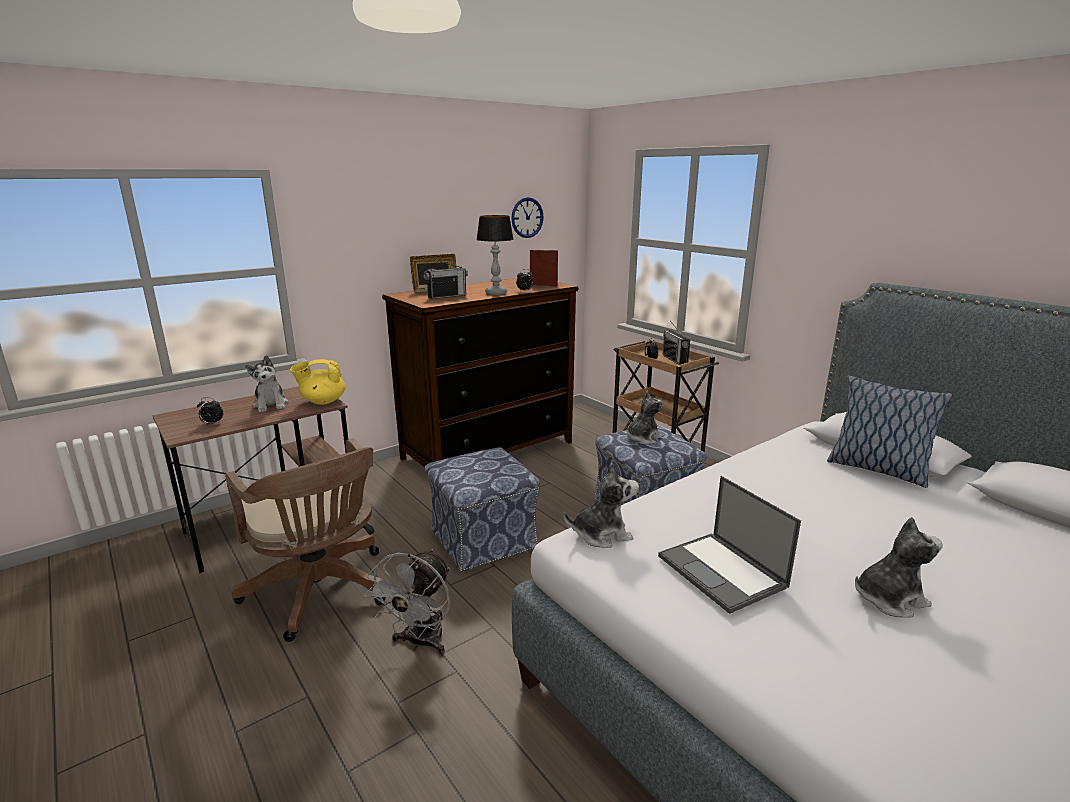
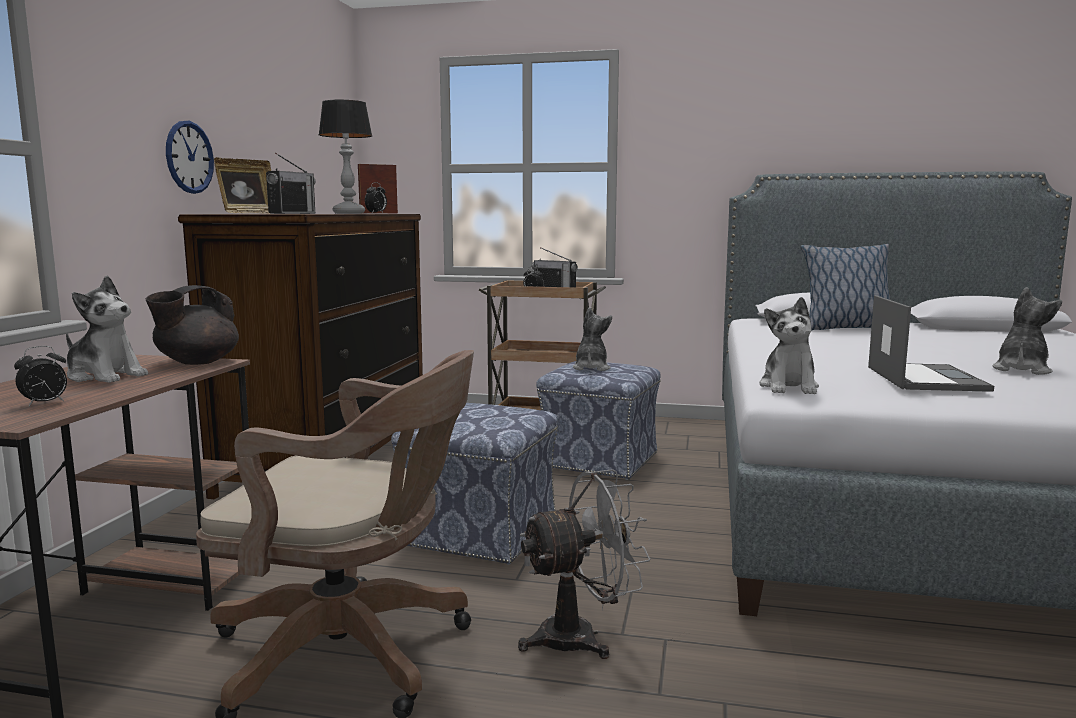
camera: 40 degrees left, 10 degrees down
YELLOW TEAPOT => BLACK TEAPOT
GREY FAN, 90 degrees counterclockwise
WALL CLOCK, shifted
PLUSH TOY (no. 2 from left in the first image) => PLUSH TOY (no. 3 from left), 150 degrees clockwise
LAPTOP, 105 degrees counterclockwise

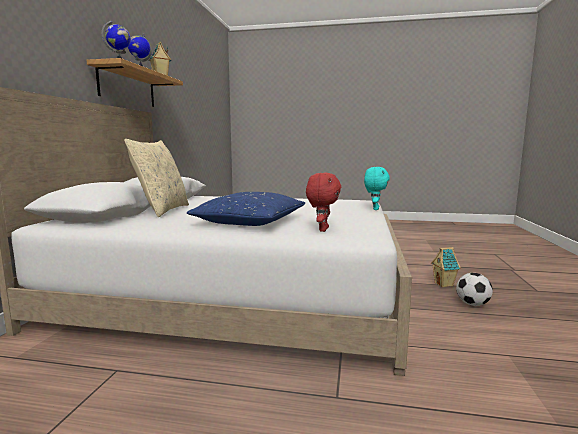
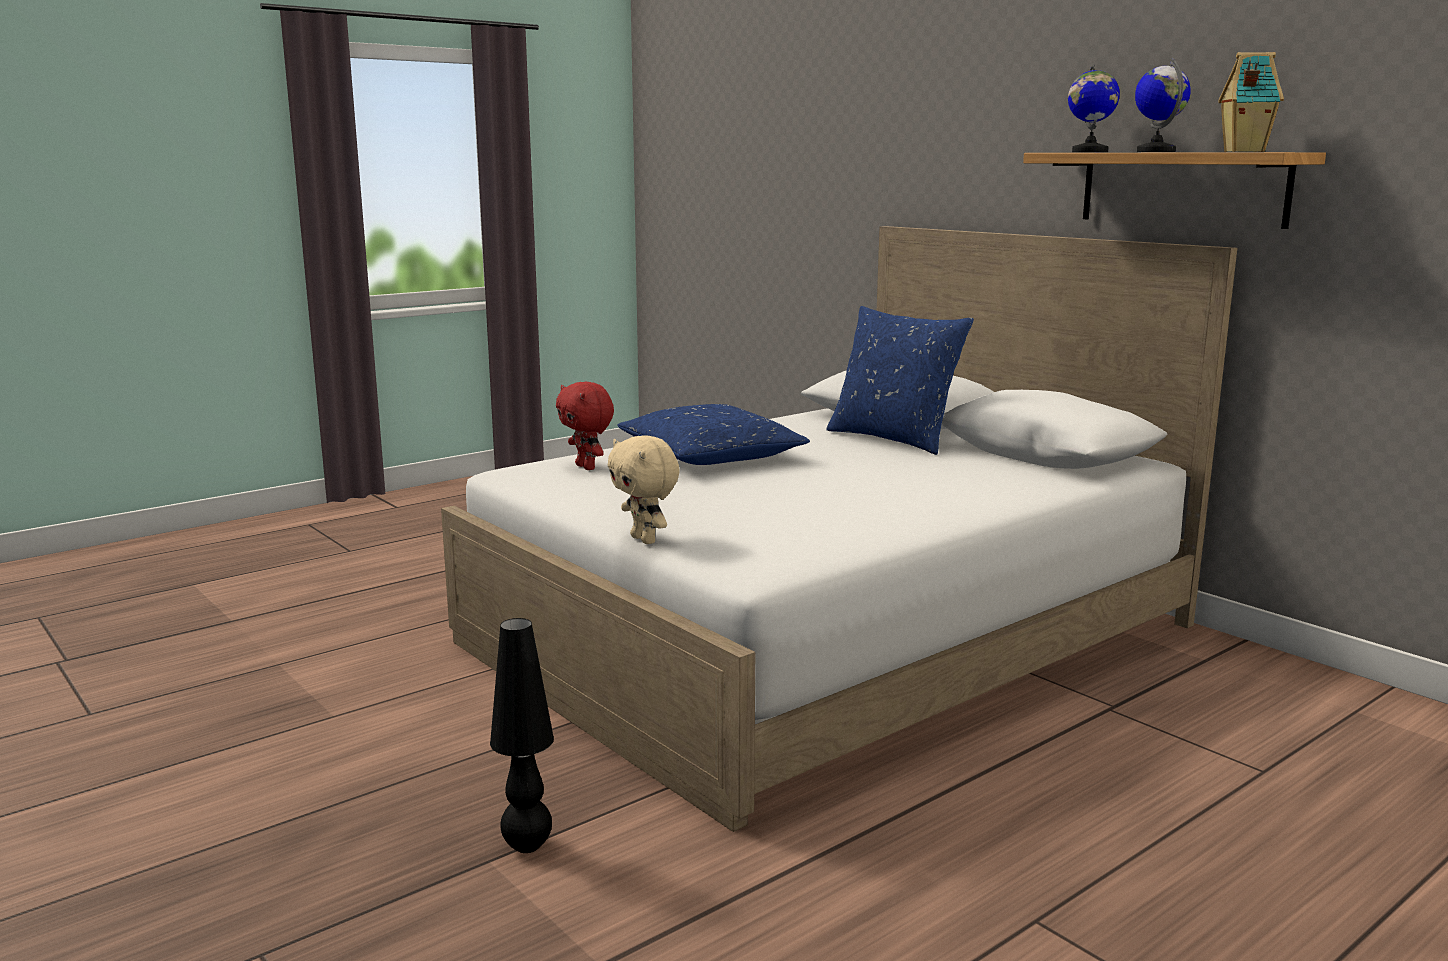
camera: 130 degrees right, 5 degrees up
BEIGE PILLOW => BLUE PILLOW (no. 2 from left)
TURQUOISE PLUSH TOY => BEIGE PLUSH TOY
TOY HOUSE (no. 2 from left) => BLACK TABLE LAMP
FOOTBALL => nothing

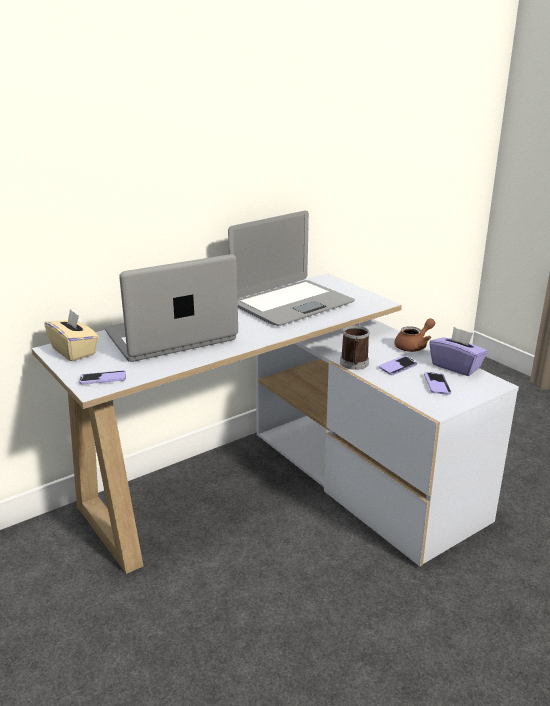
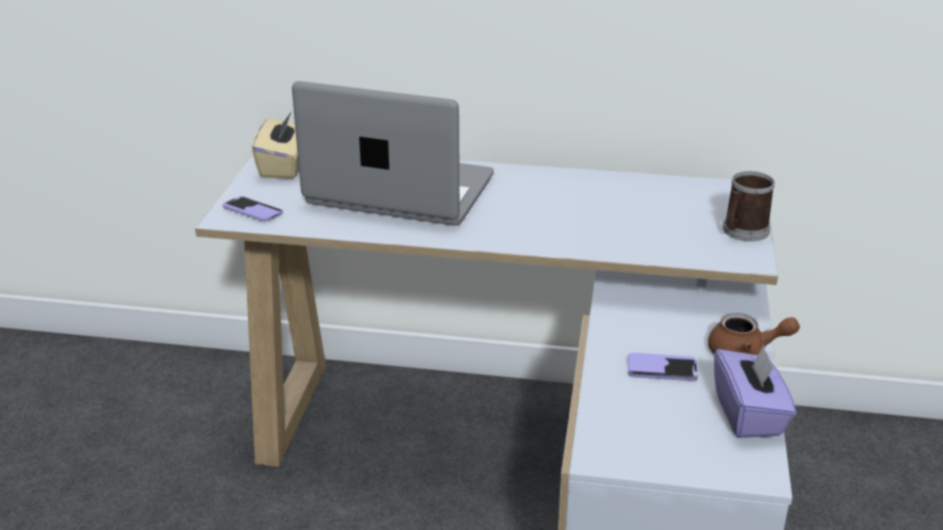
camera: 45 degrees right, 5 degrees up
LAPTOP (no. 2 from left) => nothing
MUG, shifted
PHONE (no. 3 from left) => nothing

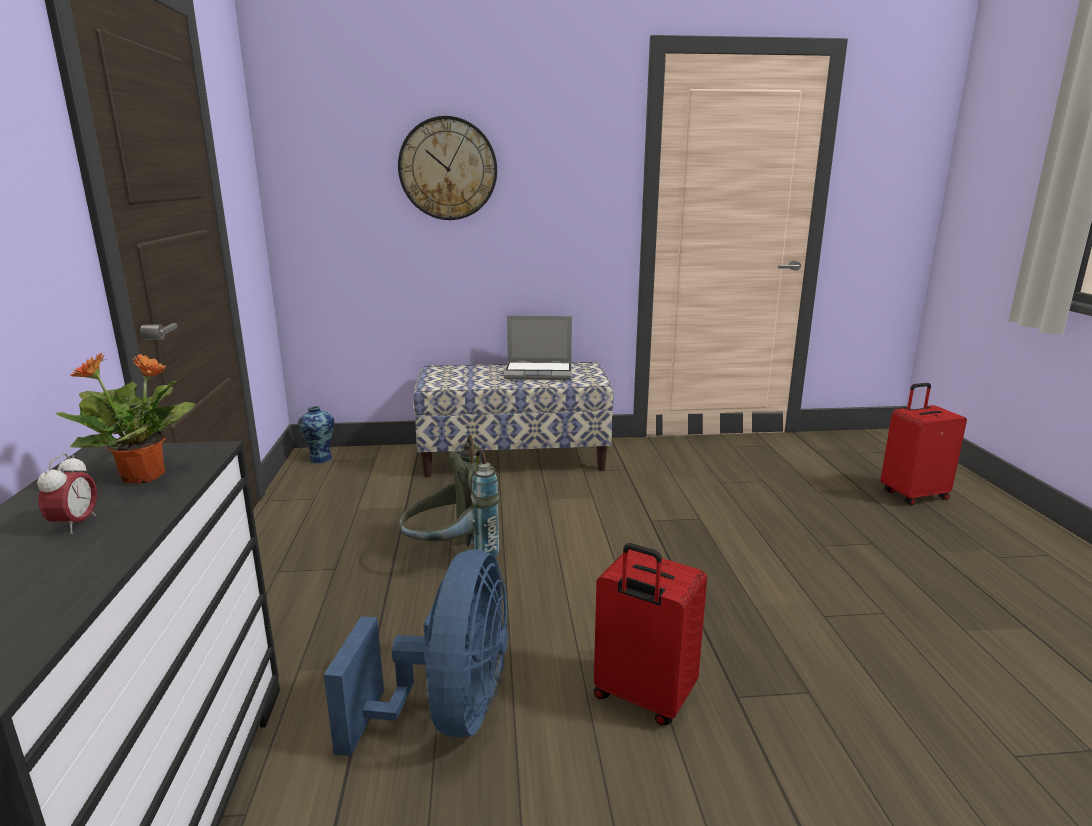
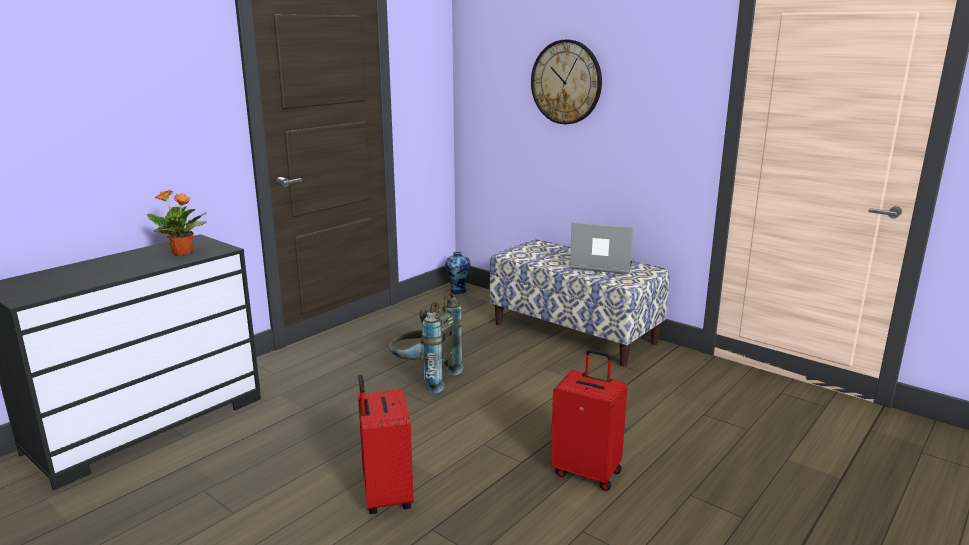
camera: 45 degrees right, 0 degrees up
ALARM CLOCK => nothing
BLUE FAN => nothing
LAPTOP, 150 degrees clockwise
RED SUITCASE (no. 2 from left), shifted

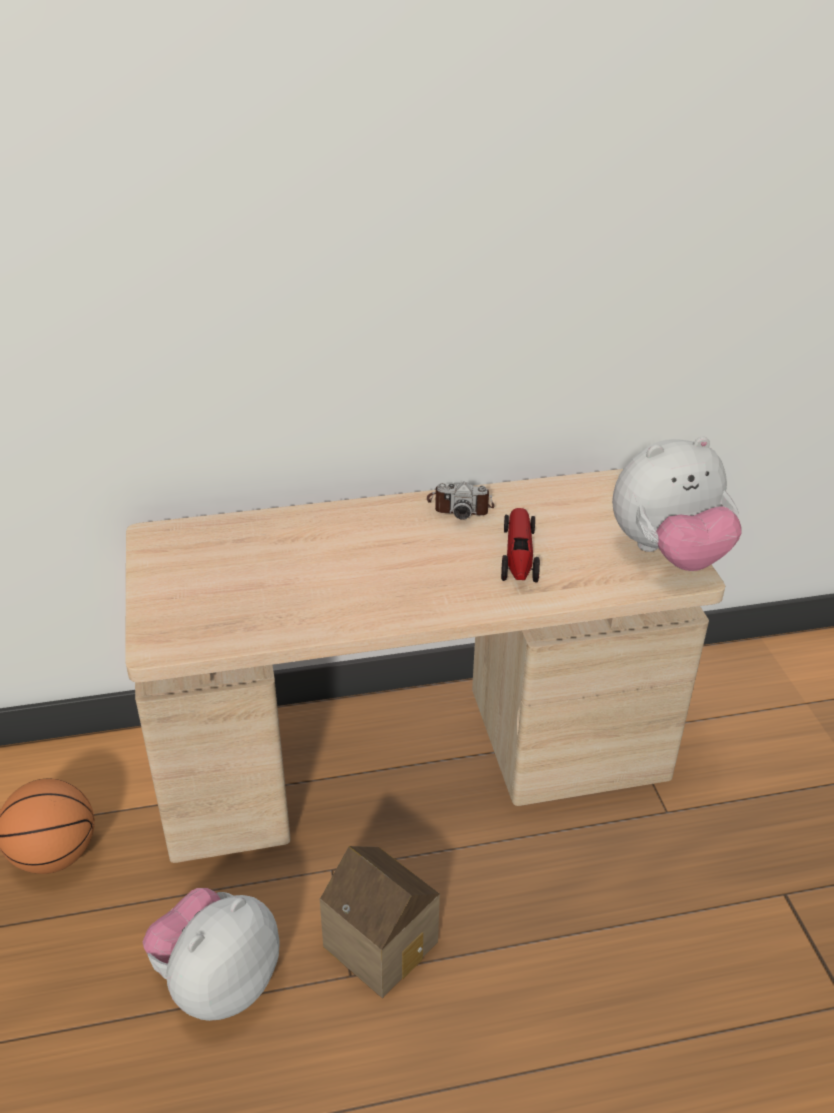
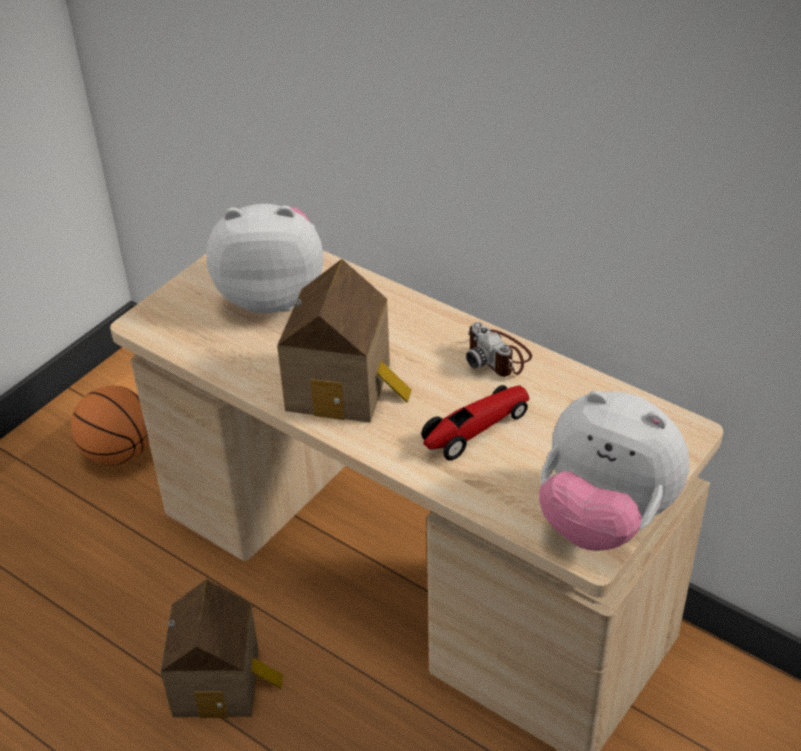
camera: 50 degrees right, 5 degrees up
PLUSH TOY (no. 1 from left), shifted
nothing => TOY HOUSE (no. 2 from left)

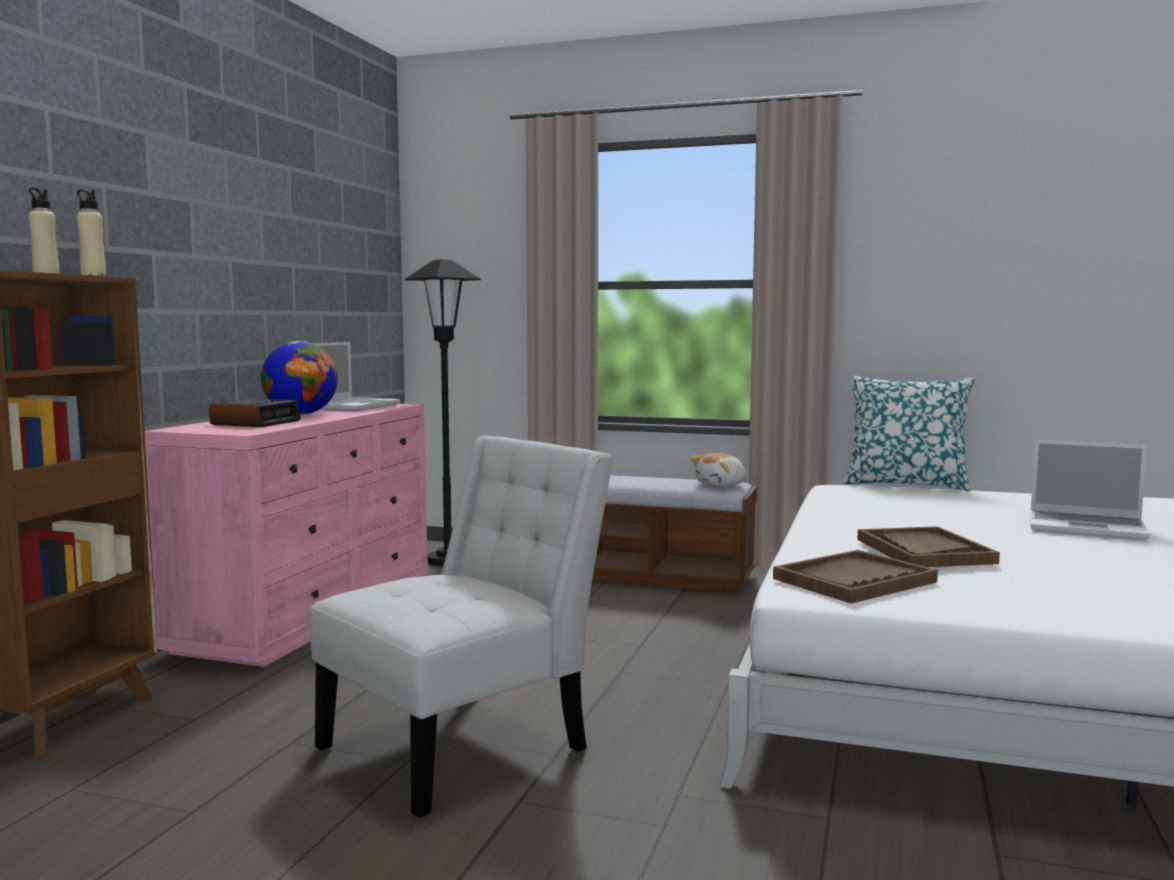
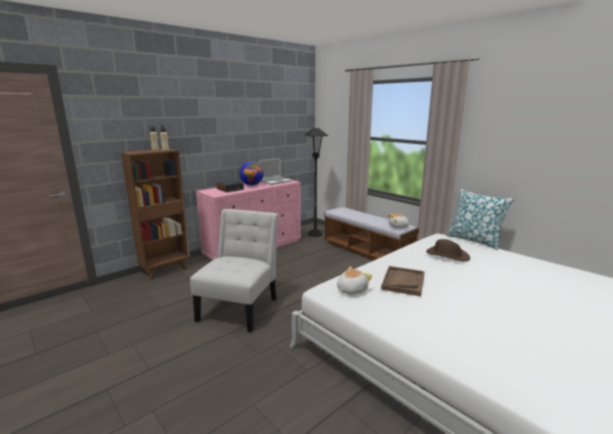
camera: 30 degrees right, 10 degrees up
WHITE CHAIR, 60 degrees counterclockwise
BROWN TRAY (no. 1 from left) => PLUSH TOY (no. 1 from left)
LAPTOP (no. 2 from left) => nothing
nothing => BROWN HAT

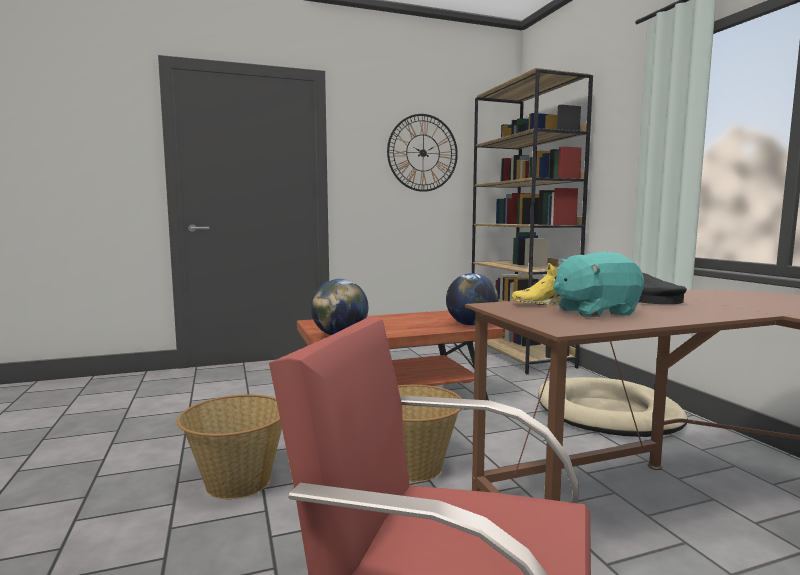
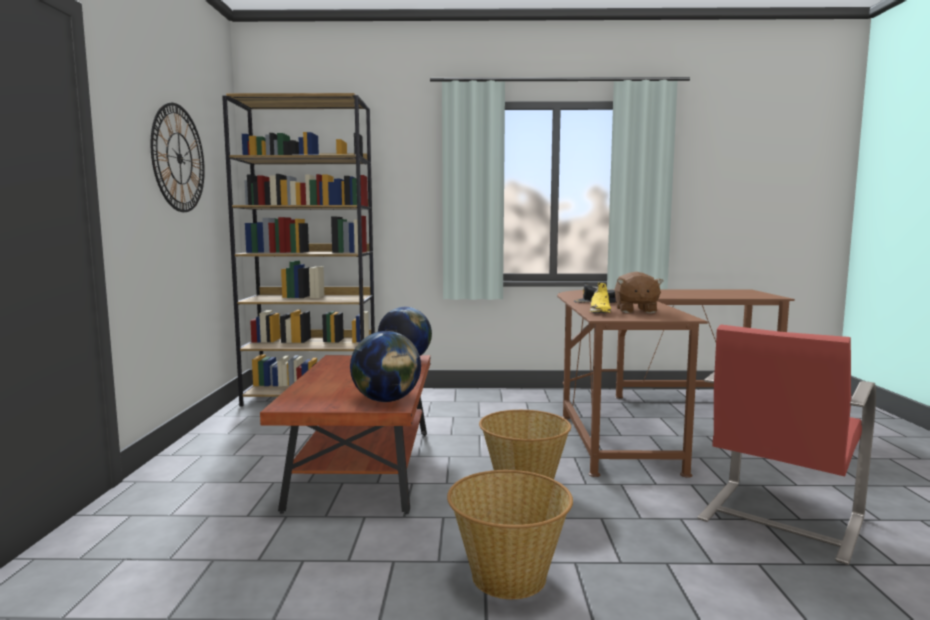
camera: 70 degrees left, 0 degrees up
BEIGE DOG BED => nothing
TURQUOISE PLUSH TOY => BROWN PLUSH TOY

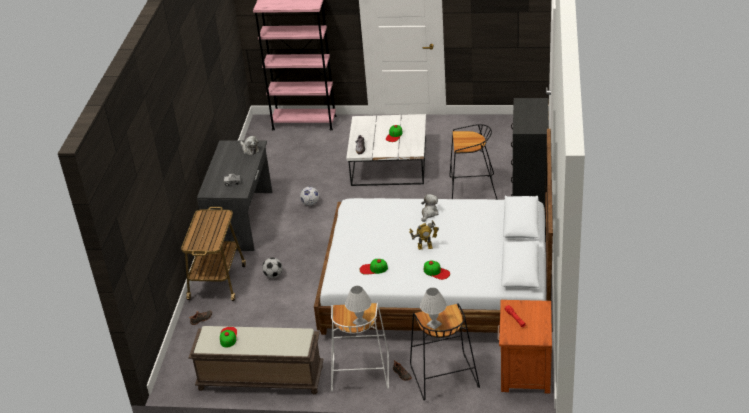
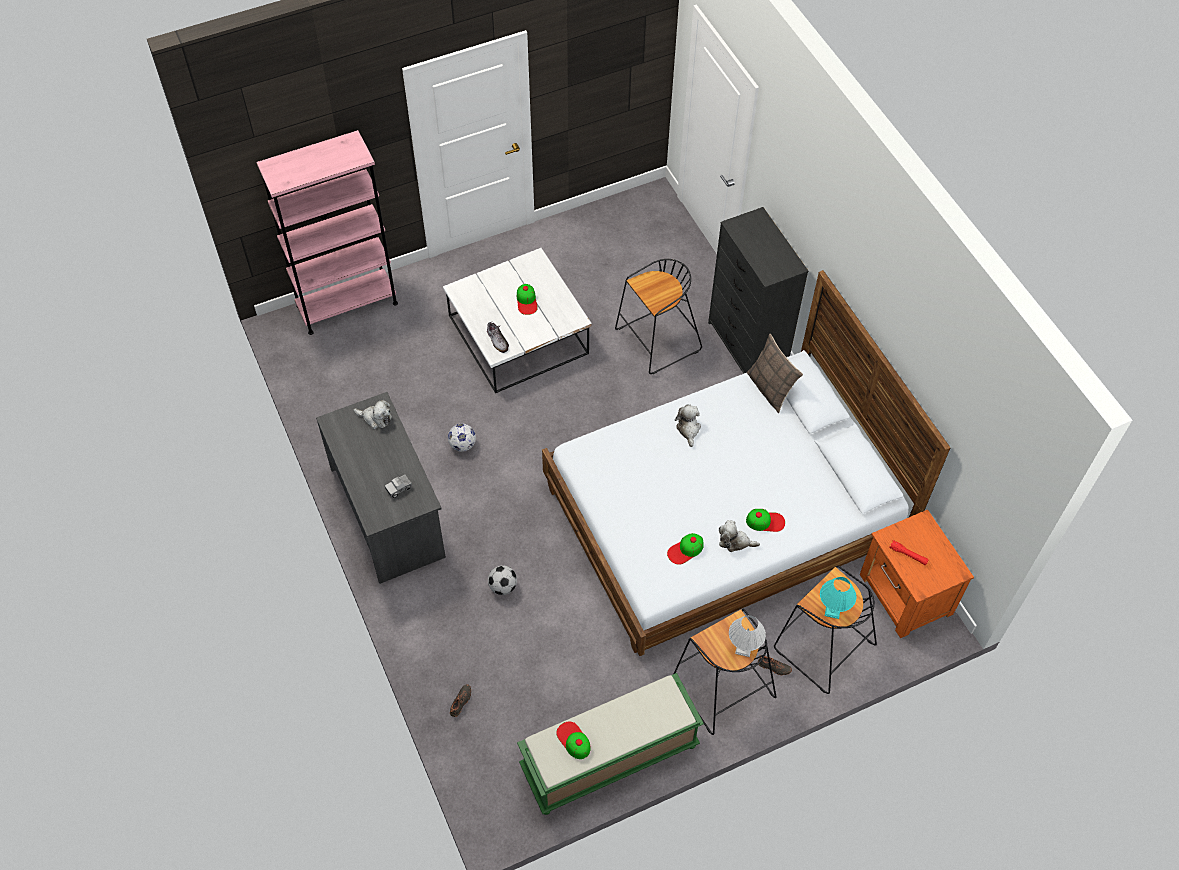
camera: 35 degrees left, 20 degrees up
CART => nothing
BROWN BENCH => GREEN BENCH
WHITE STOOL => BLACK STOOL (no. 2 from left)
TOY ROBOT => nothing
WHITE TABLE LAMP (no. 2 from left) => TURQUOISE TABLE LAMP
nothing => PLUSH TOY (no. 3 from left)
nothing => PILLOW

